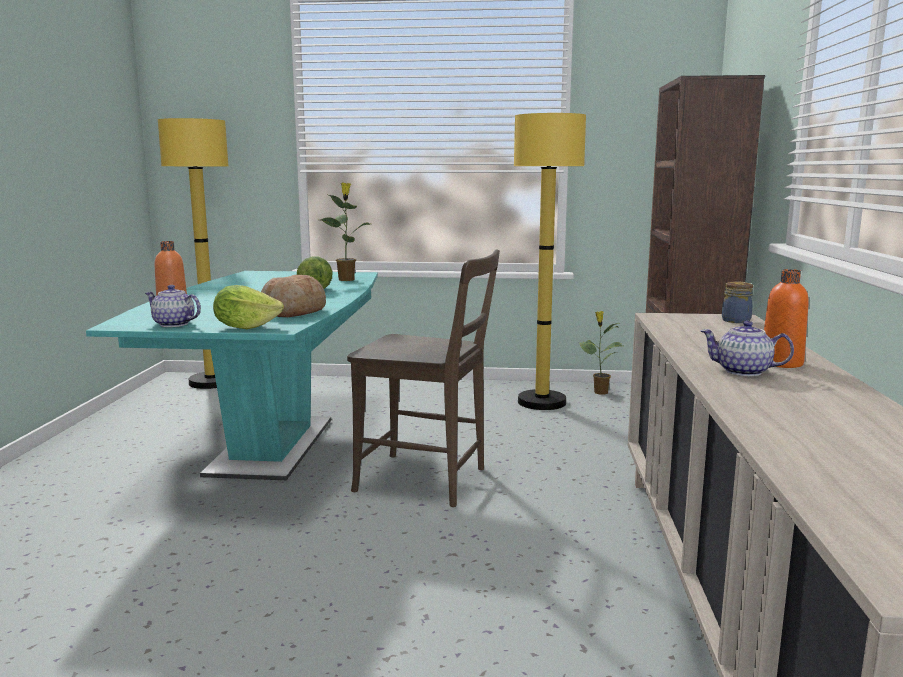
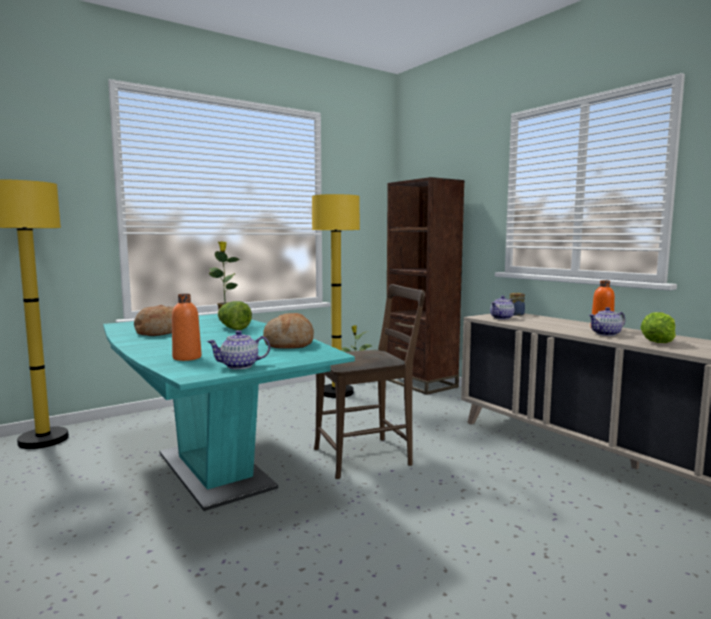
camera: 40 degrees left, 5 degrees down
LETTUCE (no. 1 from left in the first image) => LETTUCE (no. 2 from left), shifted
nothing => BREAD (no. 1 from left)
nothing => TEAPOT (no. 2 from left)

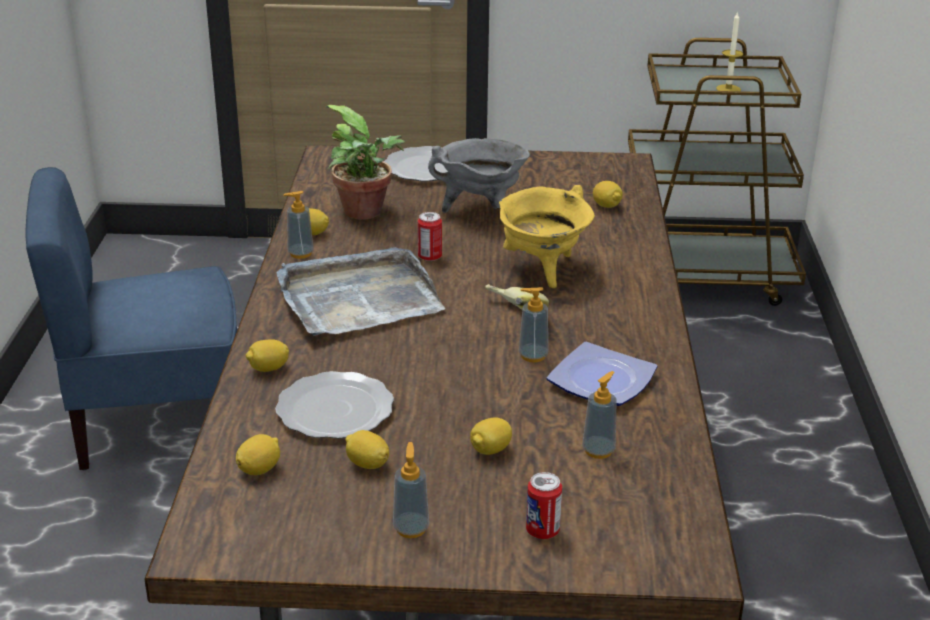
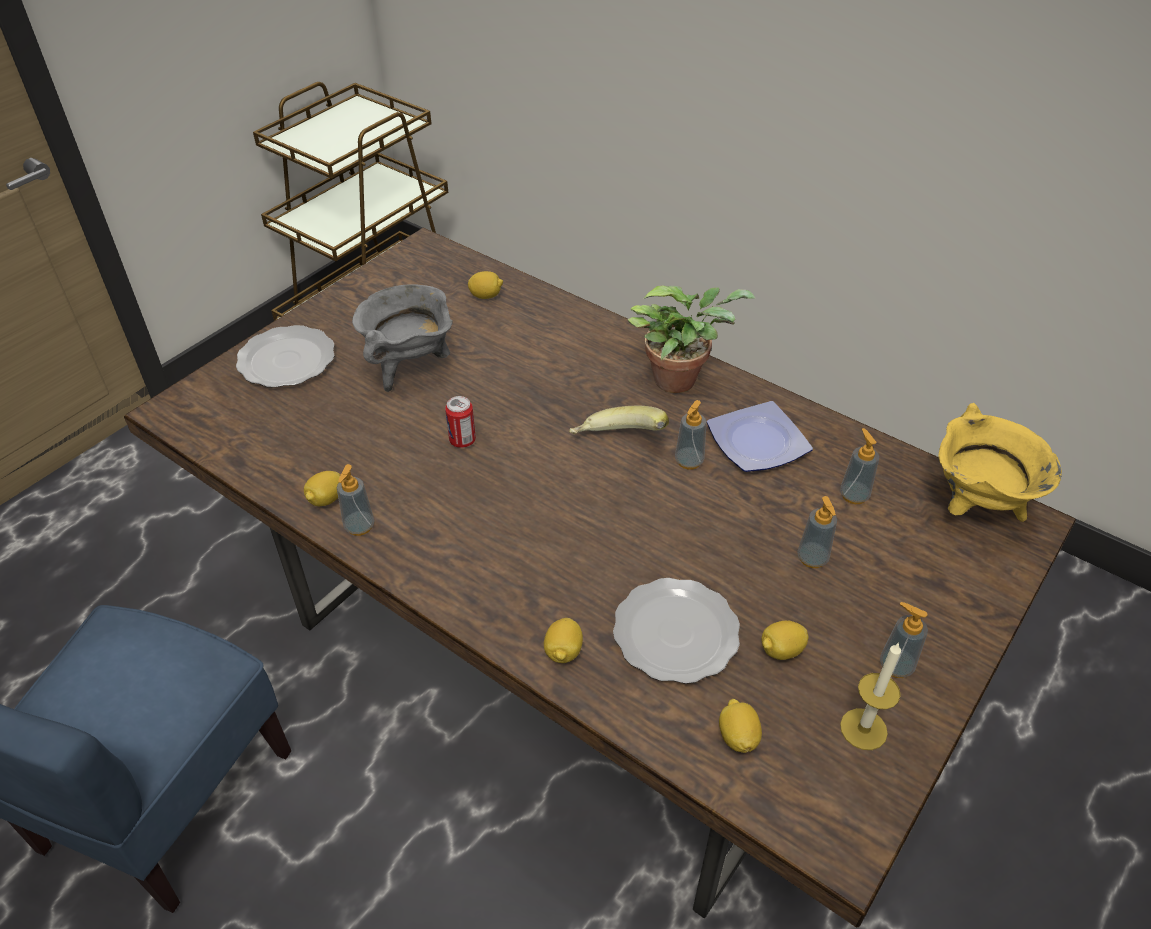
camera: 55 degrees left, 15 degrees up
GREY TRAY => nothing
POTTED PLANT, shifted
LEMON (no. 5 from left) => SOAP DISPENSER (no. 3 from left)
YELLOW COOKING POT, shifted
CAN (no. 2 from left) => nothing
CANDLE, shifted

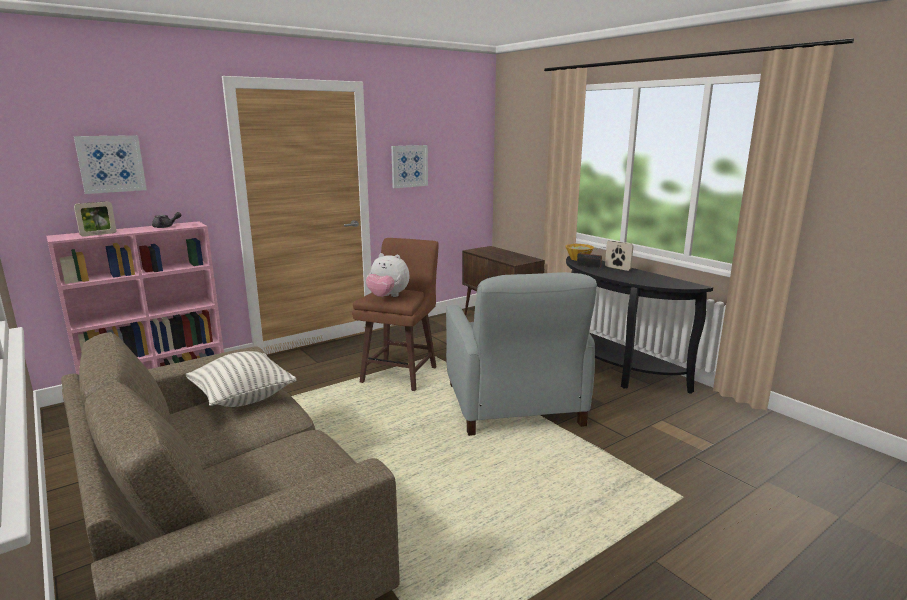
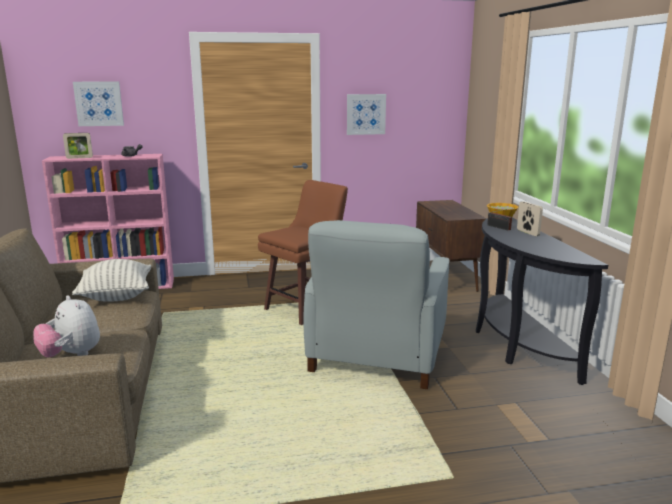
camera: 25 degrees right, 0 degrees up
PLUSH TOY, shifted

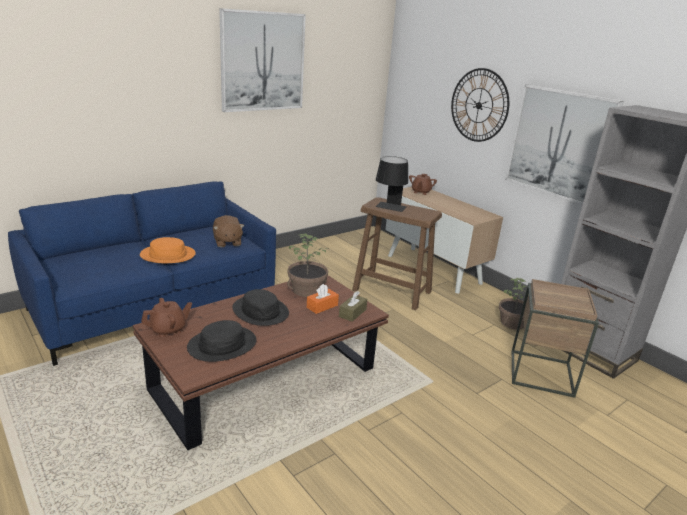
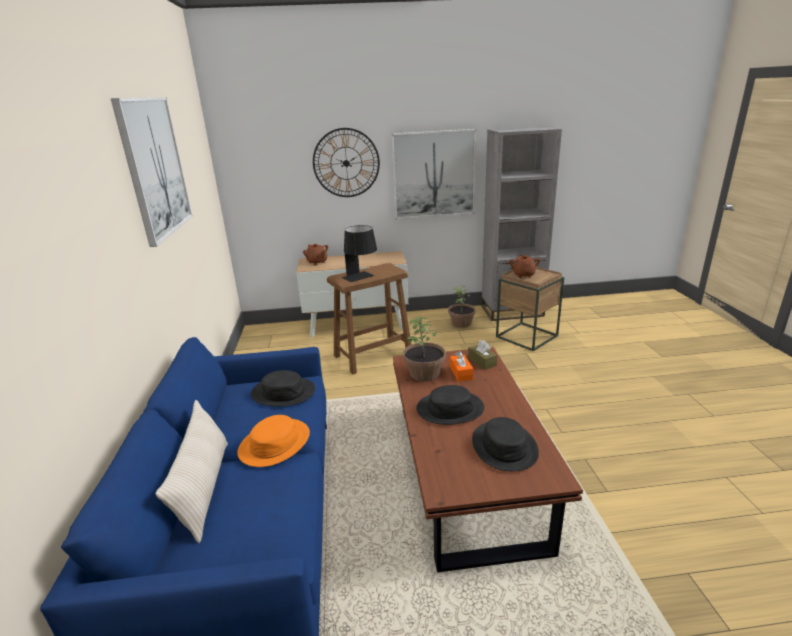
camera: 55 degrees left, 0 degrees up
BROWN TEAPOT (no. 1 from left in the first image) => BROWN TEAPOT (no. 2 from left), shifted
BROWN PLUSH TOY => BLACK HAT (no. 1 from left)
nothing => BEIGE PILLOW

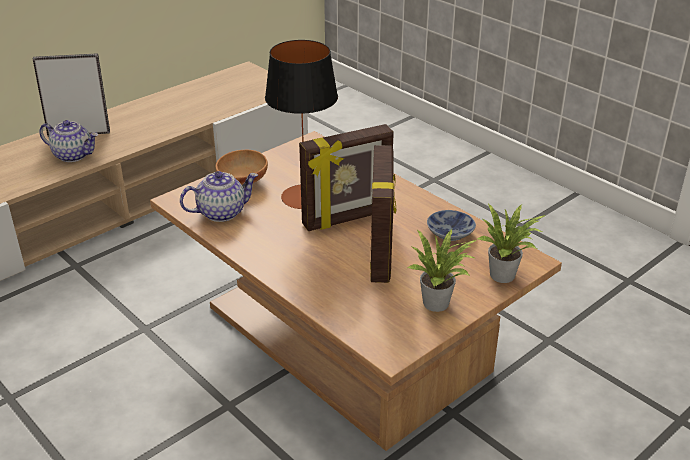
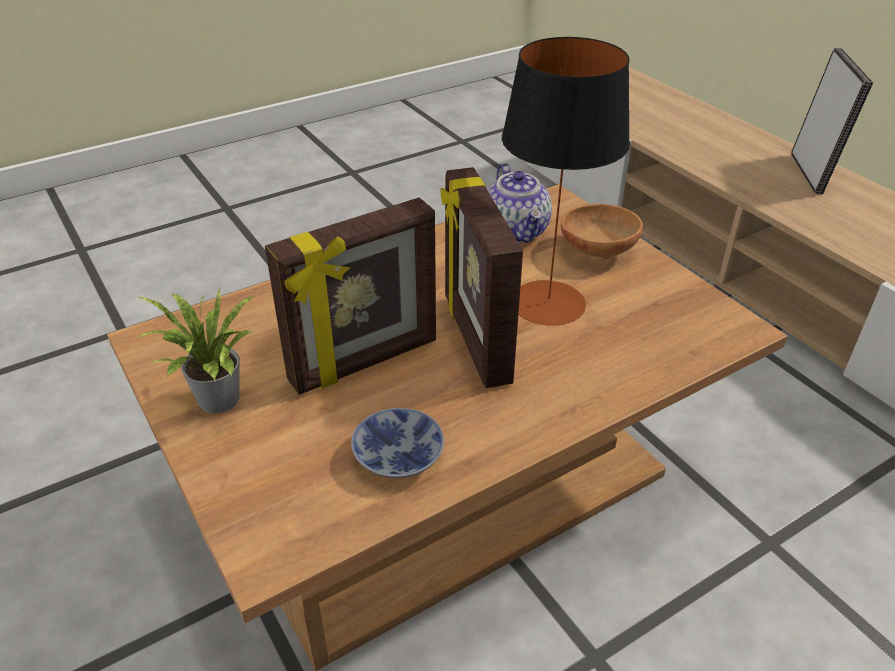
camera: 100 degrees right, 5 degrees up
TEAPOT (no. 1 from left) => nothing
PICTURE FRAME (no. 3 from left in the first image) => PICTURE FRAME (no. 1 from left), 45 degrees counterclockwise
POTTED PLANT (no. 2 from left) => nothing

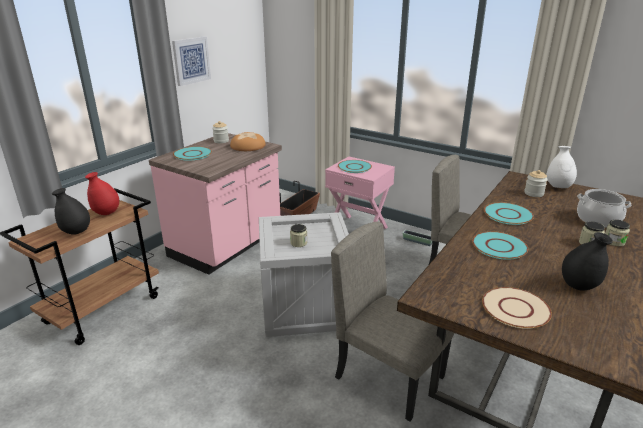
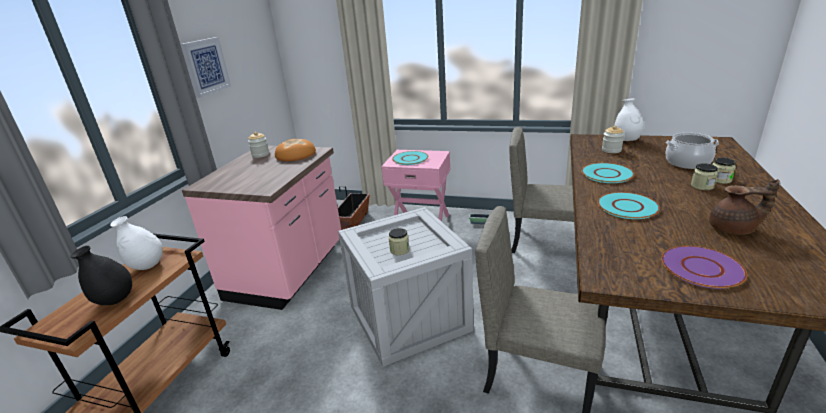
camera: 15 degrees left, 0 degrees up
RED VASE => WHITE VASE (no. 1 from left)
TURQUOISE PLATE (no. 1 from left) => nothing
BEIGE PLATE => PURPLE PLATE
BLACK VASE (no. 2 from left) => BROWN TEAPOT

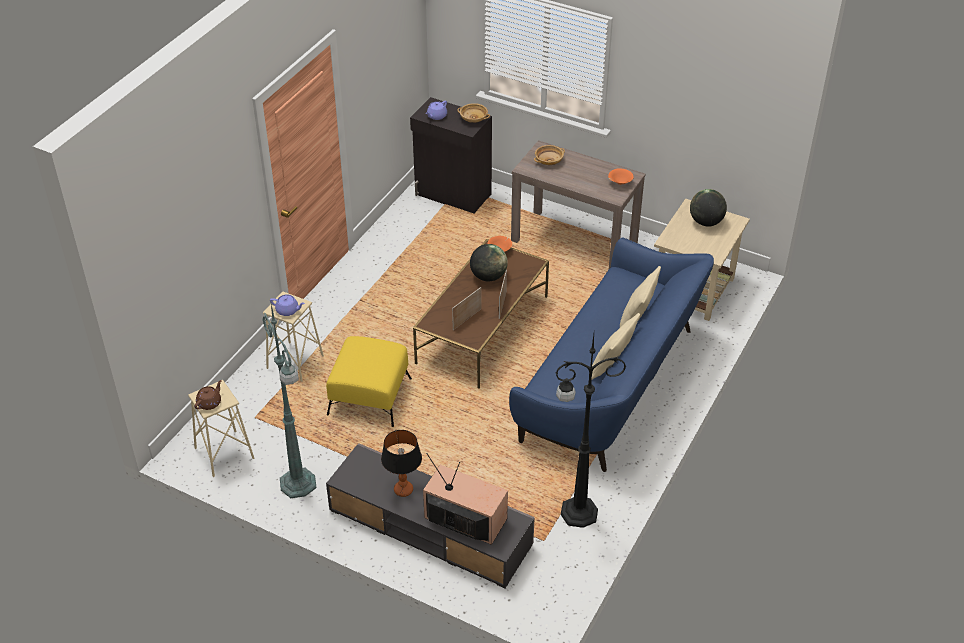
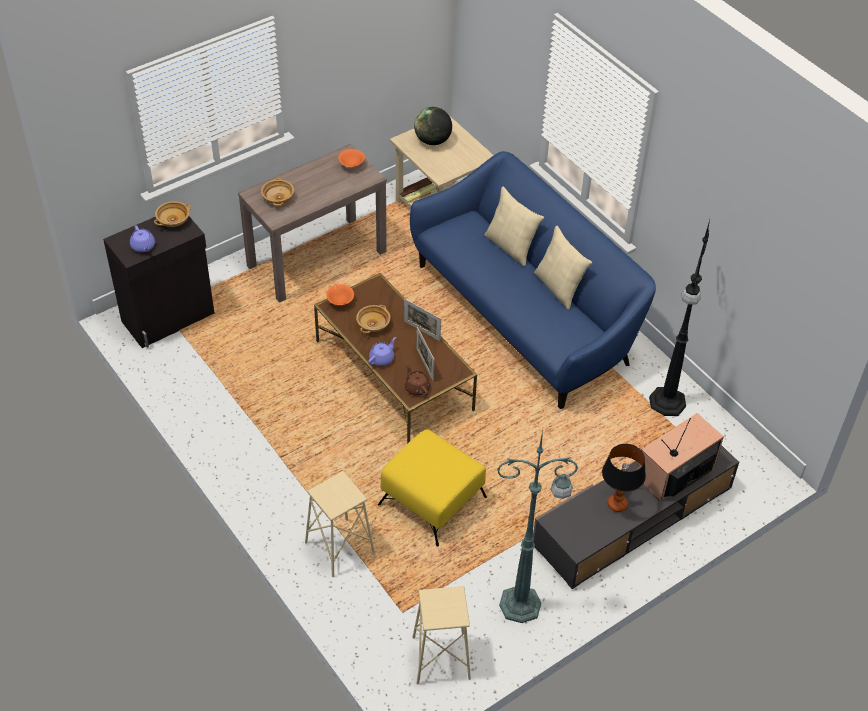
camera: 65 degrees left, 5 degrees up
BROWN TEAPOT, shifted
PURPLE TEAPOT (no. 1 from left in the first image) => PURPLE TEAPOT (no. 2 from left), shifted
GLOBE (no. 1 from left) => BEIGE BOWL (no. 3 from left)

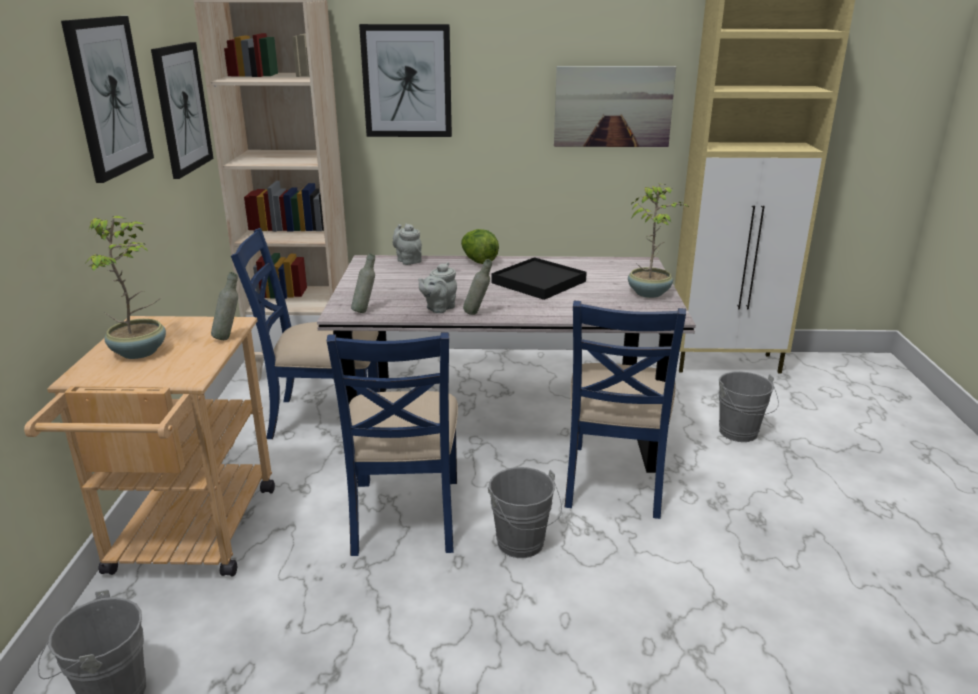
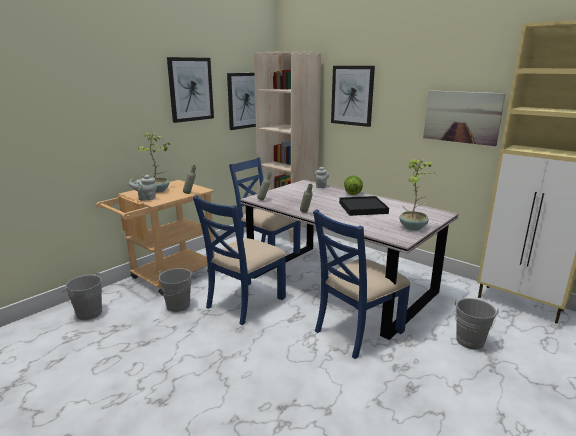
camera: 40 degrees right, 5 degrees down
GREY TEAPOT (no. 2 from left in the first image) => GREY TEAPOT (no. 1 from left), shifted
GREY BUCKET (no. 2 from left), shifted

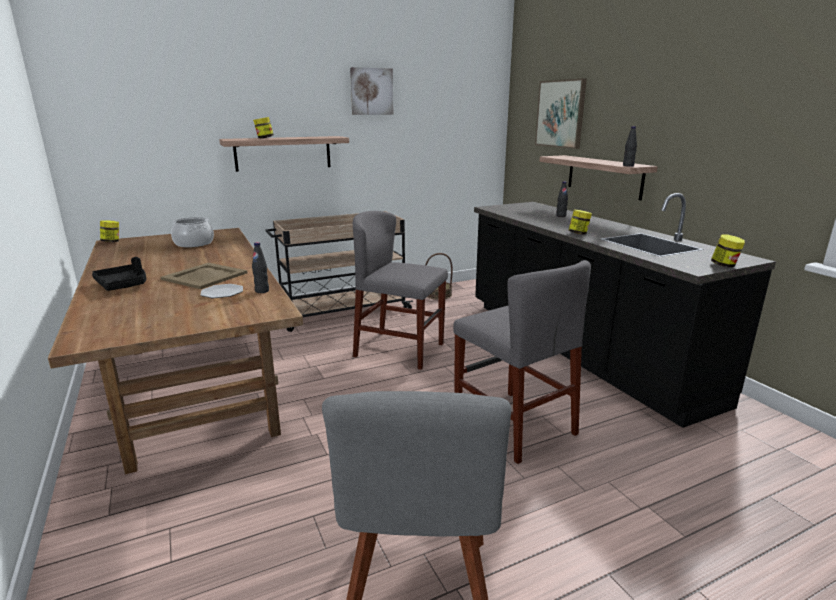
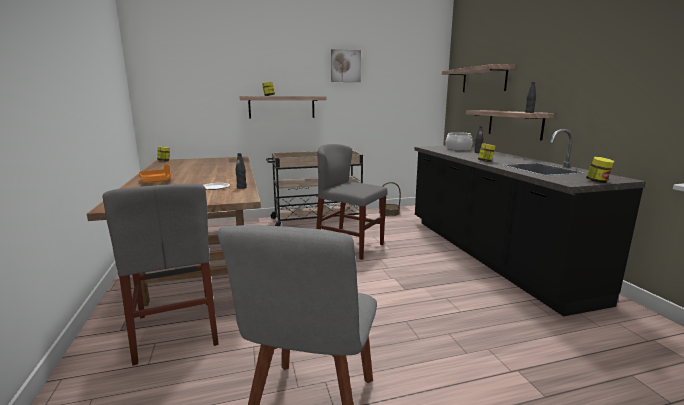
camera: 10 degrees right, 5 degrees down
BLACK TRAY => ORANGE TRAY
BEIGE TRAY => nothing
COOKING POT, shifted
GREY CHAIR (no. 3 from left in the first image) => GREY CHAIR (no. 1 from left), shifted
PICTURE (no. 2 from left) => SHELF (no. 2 from left)

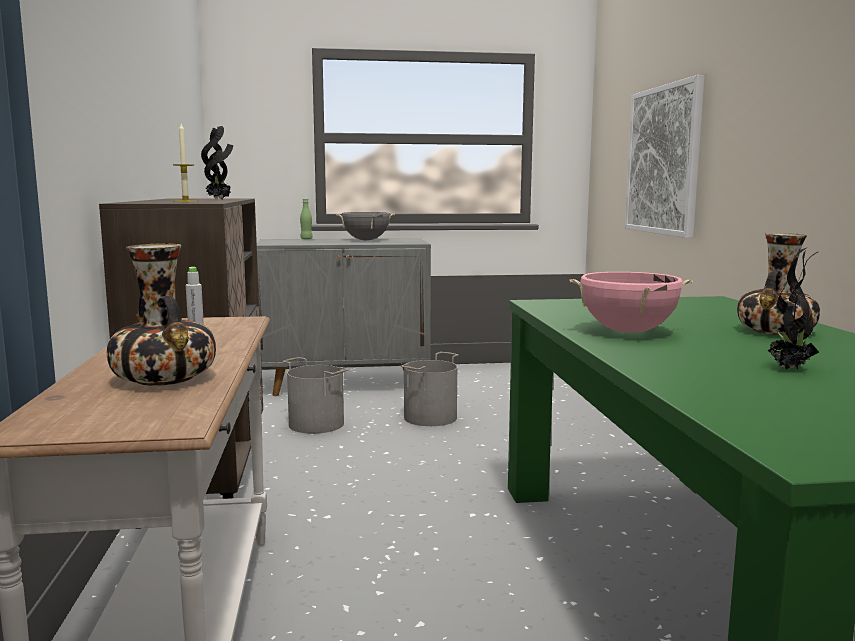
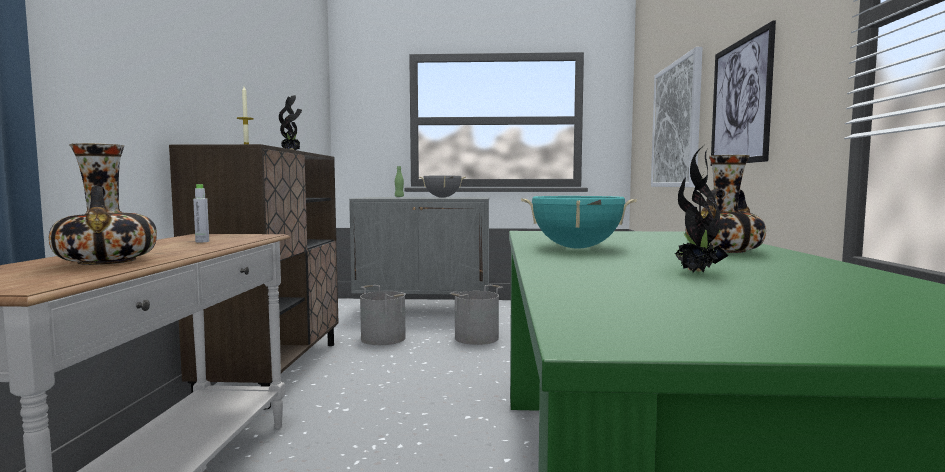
camera: 10 degrees right, 5 degrees down
PINK COOKING POT => TURQUOISE COOKING POT
nothing => PICTURE (no. 2 from left)

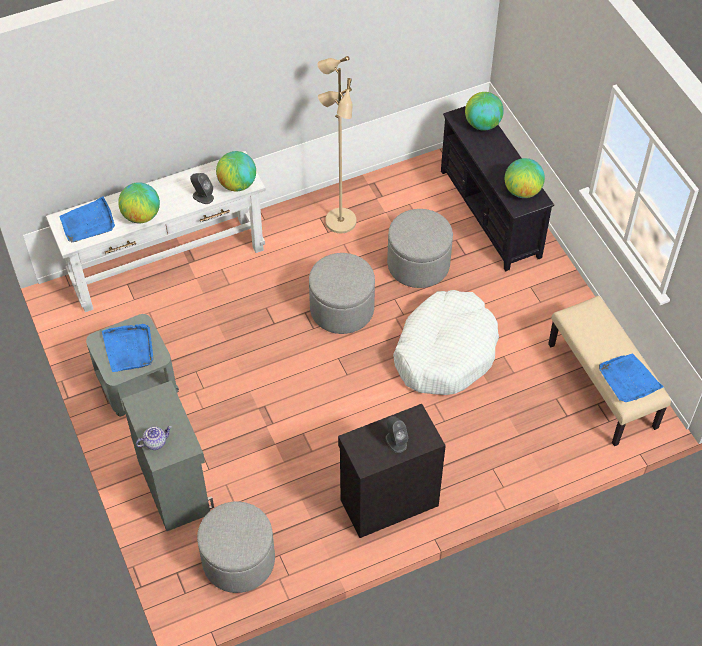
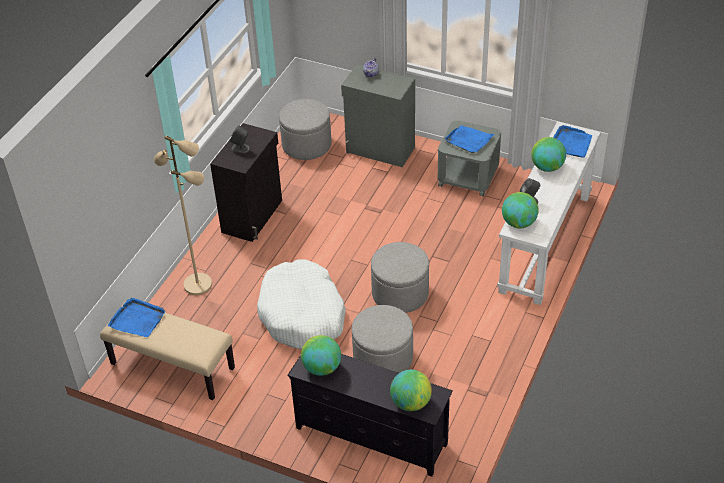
camera: 140 degrees right, 10 degrees down
BEIGE FLOOR LAMP, shifted

